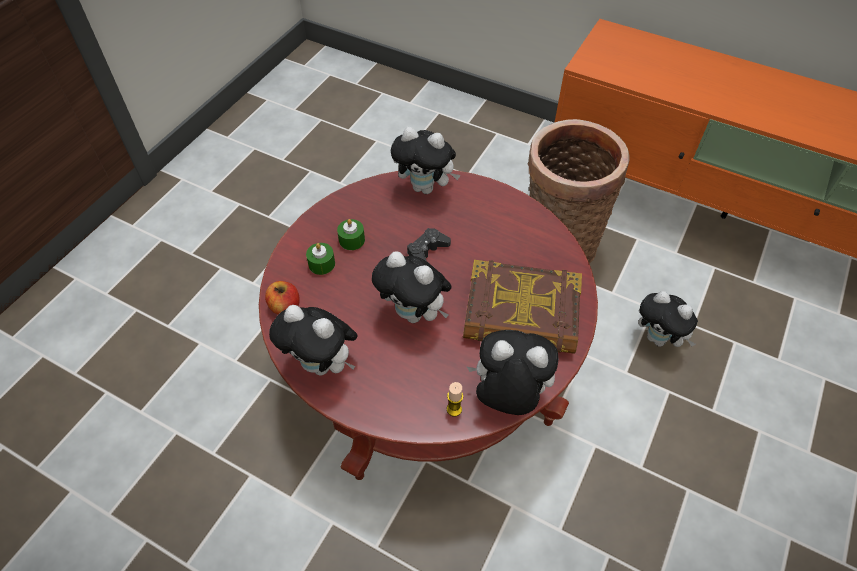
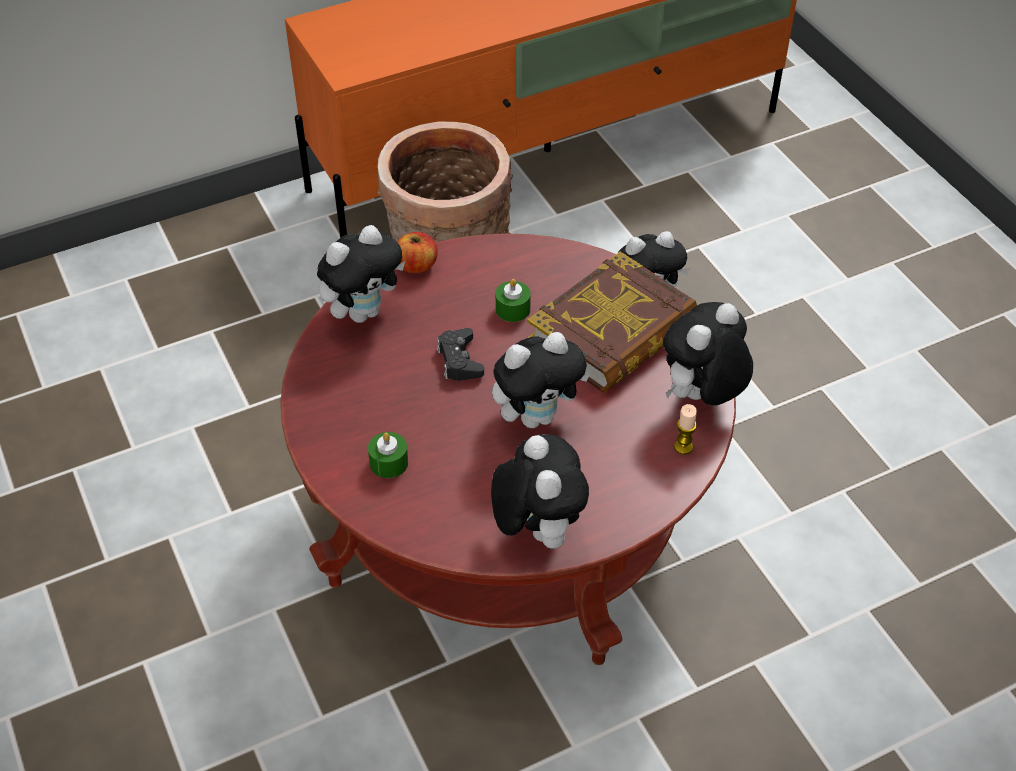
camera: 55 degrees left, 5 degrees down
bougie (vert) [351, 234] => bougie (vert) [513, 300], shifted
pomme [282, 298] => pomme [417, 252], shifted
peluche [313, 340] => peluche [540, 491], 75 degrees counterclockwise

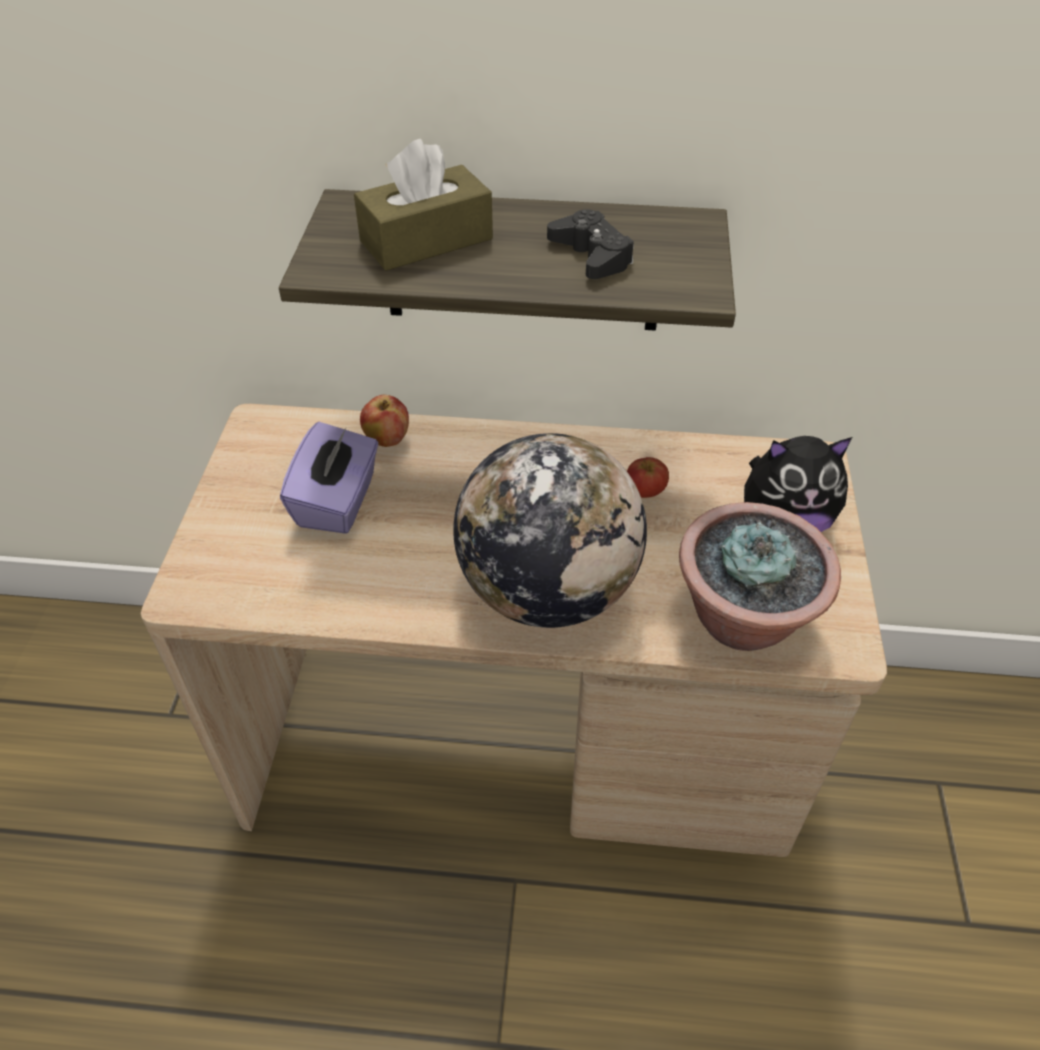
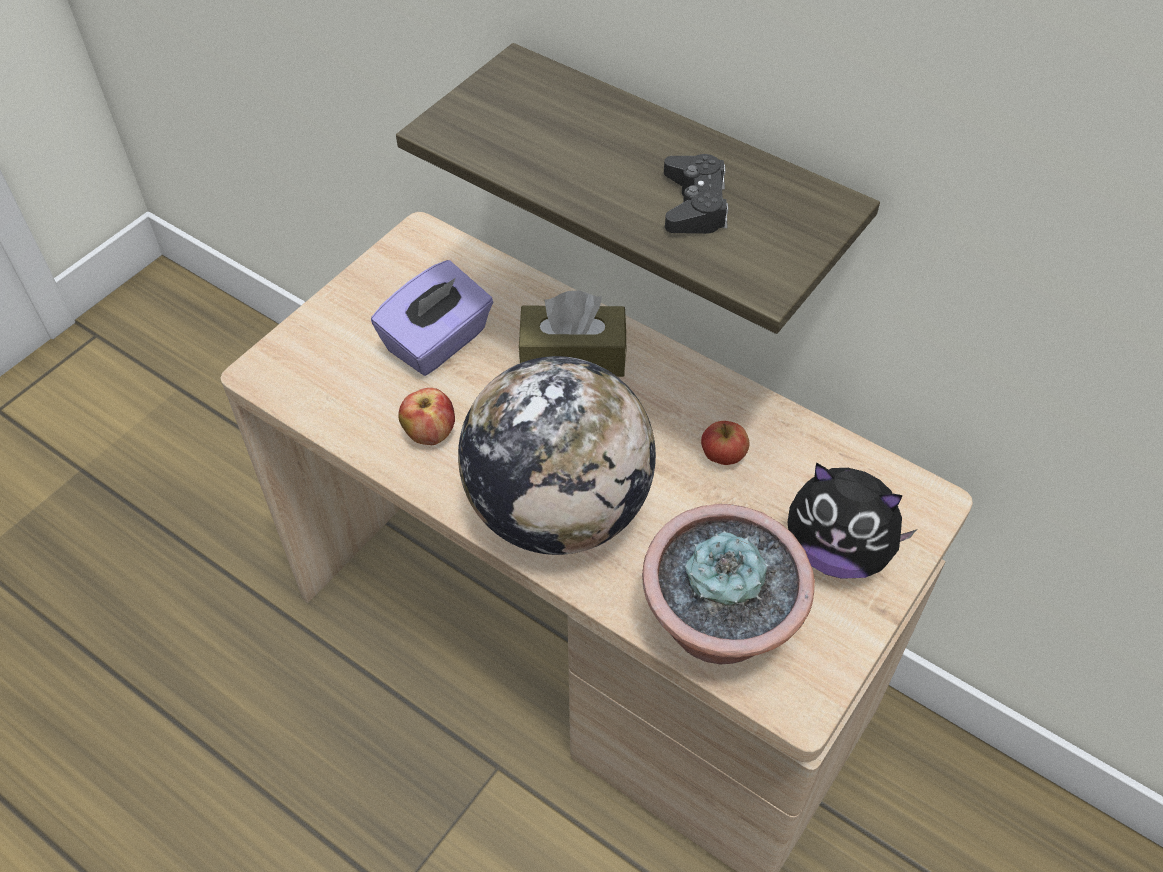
camera: 30 degrees right, 5 degrees up
boîte à mouchoirs (marron) [423, 205] => boîte à mouchoirs (marron) [573, 333], shifted
pomme [384, 421] => pomme [426, 416], shifted

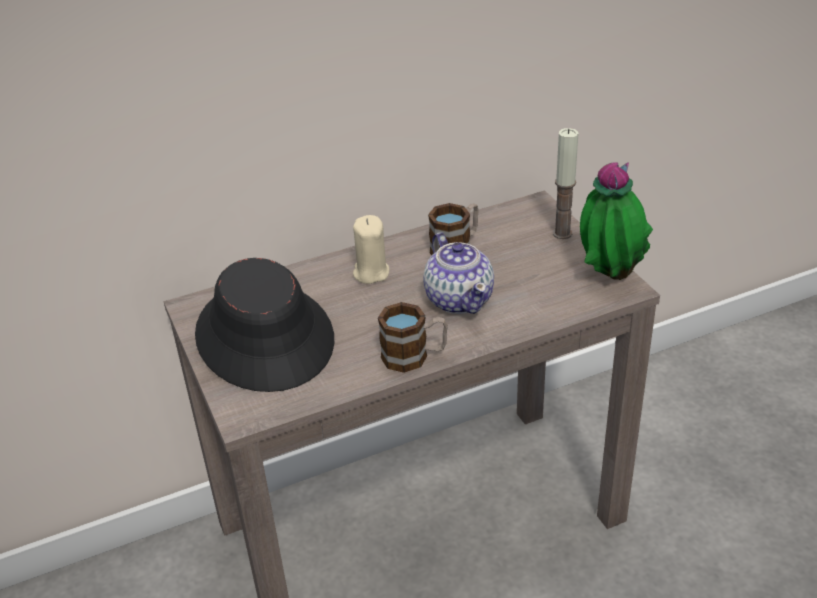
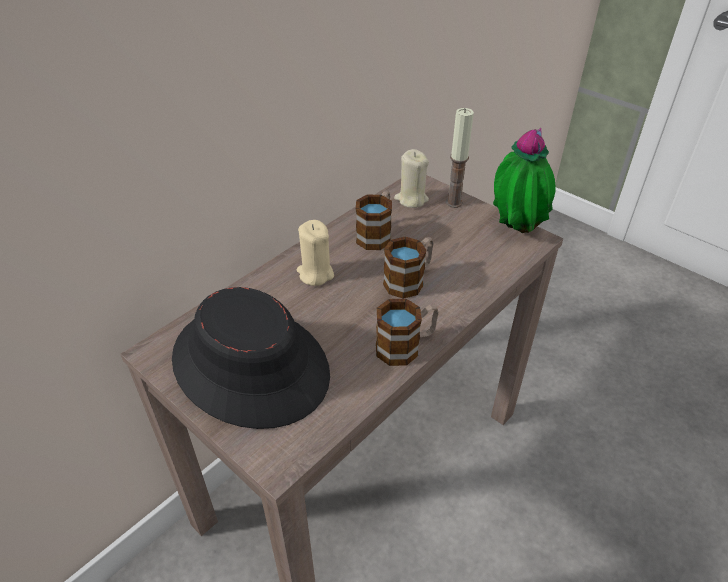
camera: 25 degrees left, 5 degrees up
théière [458, 273] => mug [408, 268]
nothing => bougie (beige) [411, 178]

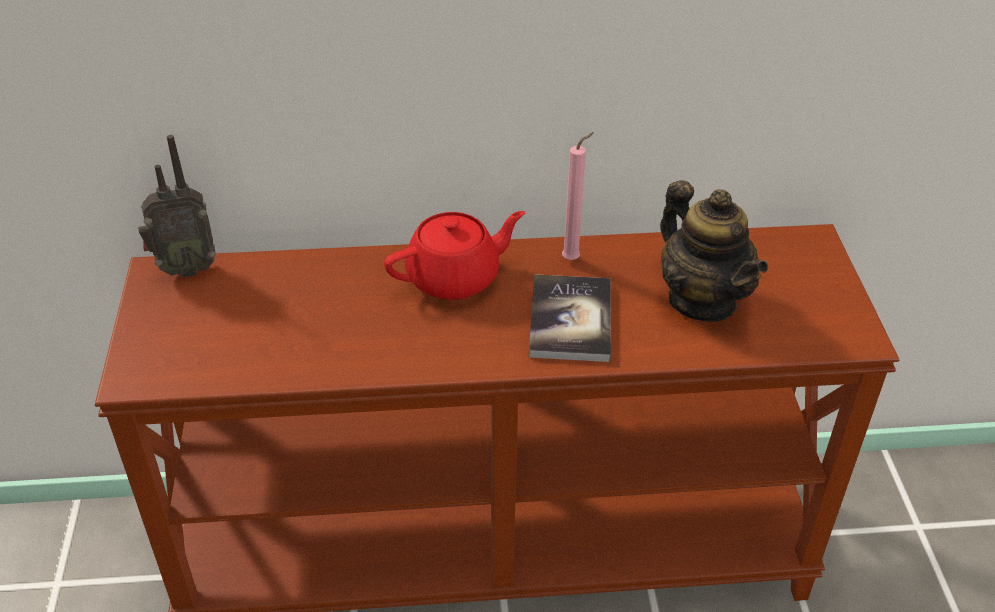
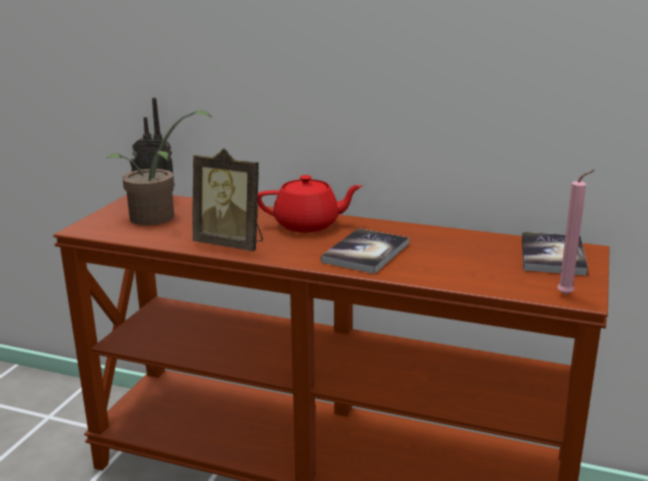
camera: 25 degrees right, 20 degrees down
bougie (rose) [578, 196] => bougie (rose) [576, 232], shifted
théière [714, 251] => nothing
nothing => plante en pot [158, 167]
nothing => cadre photo [227, 199]
nothing => livre [555, 254]

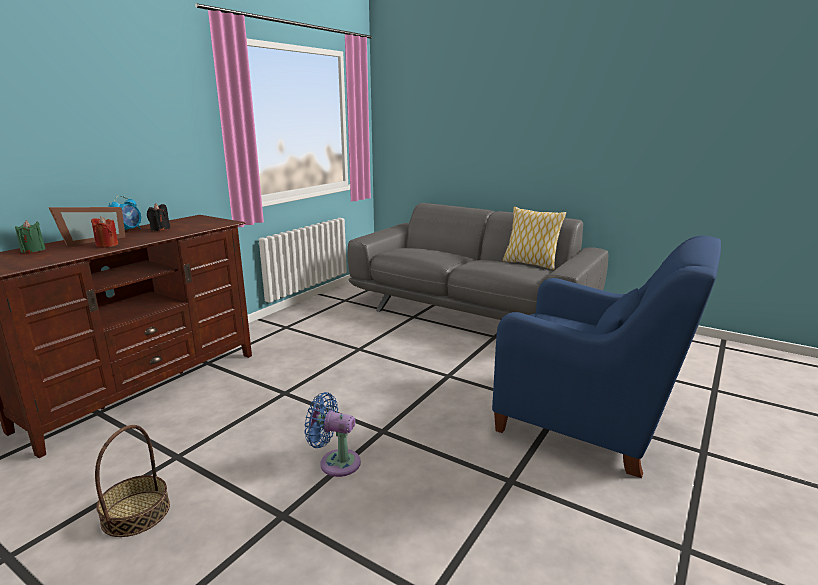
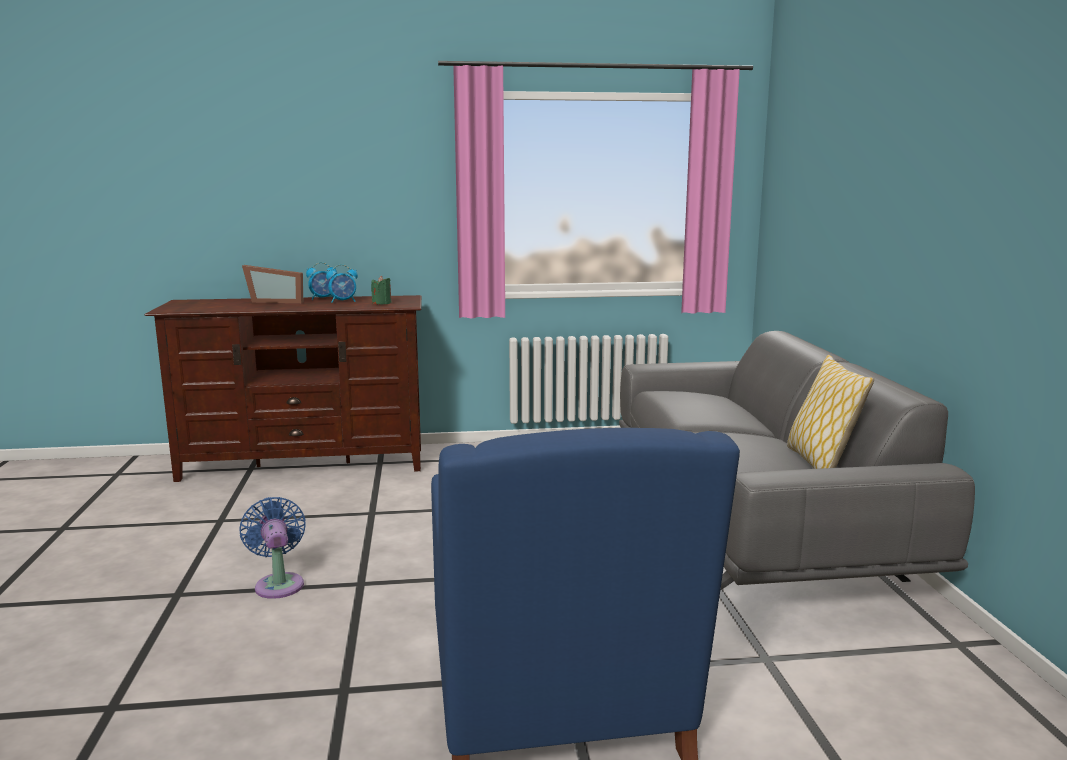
camera: 50 degrees right, 5 degrees down
bougie (noir) [158, 217] => réveil [342, 283]
bougie (rouge) [104, 232] => nothing
bougie (vert) [30, 236] => bougie (vert) [381, 290], shifted
panier [132, 481] => nothing

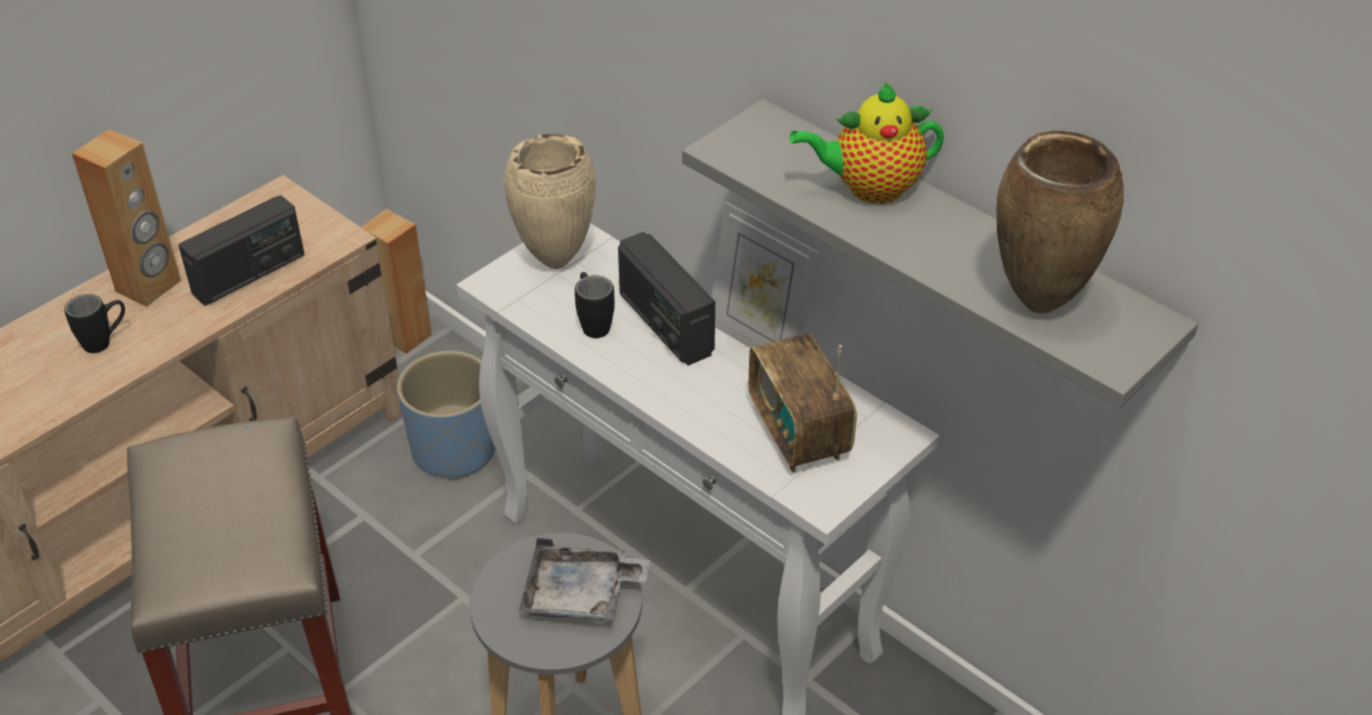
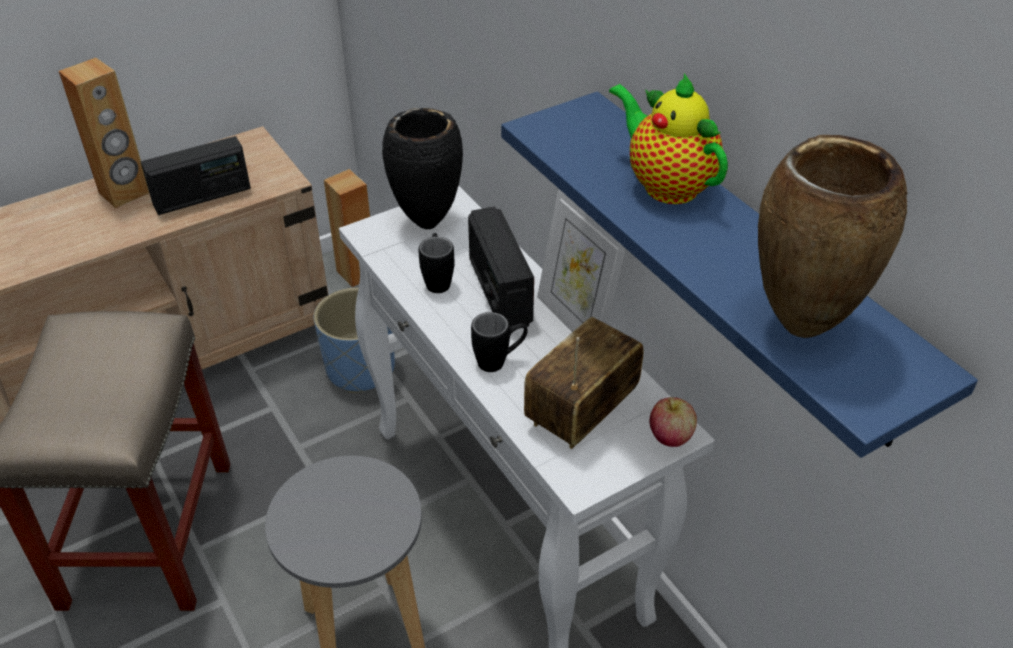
camera: 15 degrees right, 0 degrees up
théière [867, 142] => théière [668, 138], 45 degrees clockwise
étagère (gris) [940, 253] => étagère (bleu) [739, 275]
vase (beige) [549, 201] => vase (noir) [422, 168]
mug (noir) [94, 323] => mug (noir) [499, 342], shifted
radio [802, 403] => radio [584, 383], 45 degrees clockwise
plateau (gris) [584, 579] => nothing
nothing => pomme [673, 422]

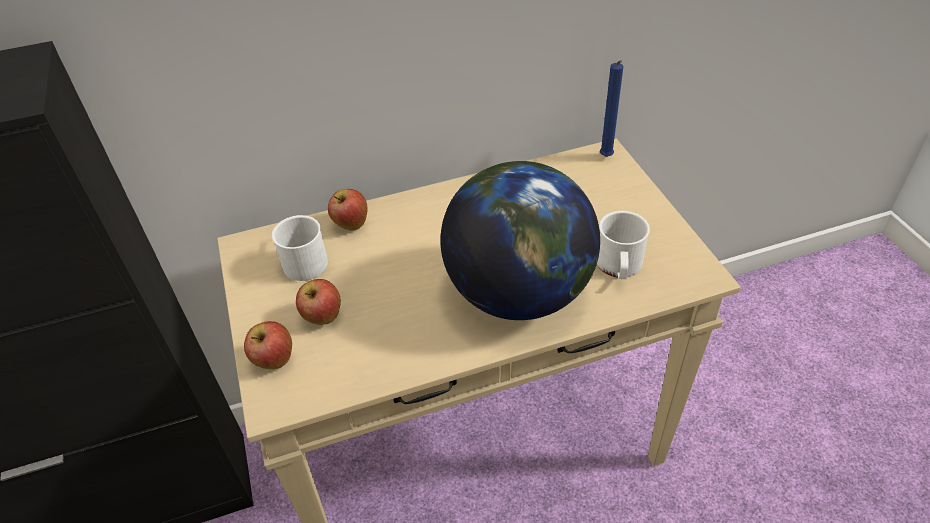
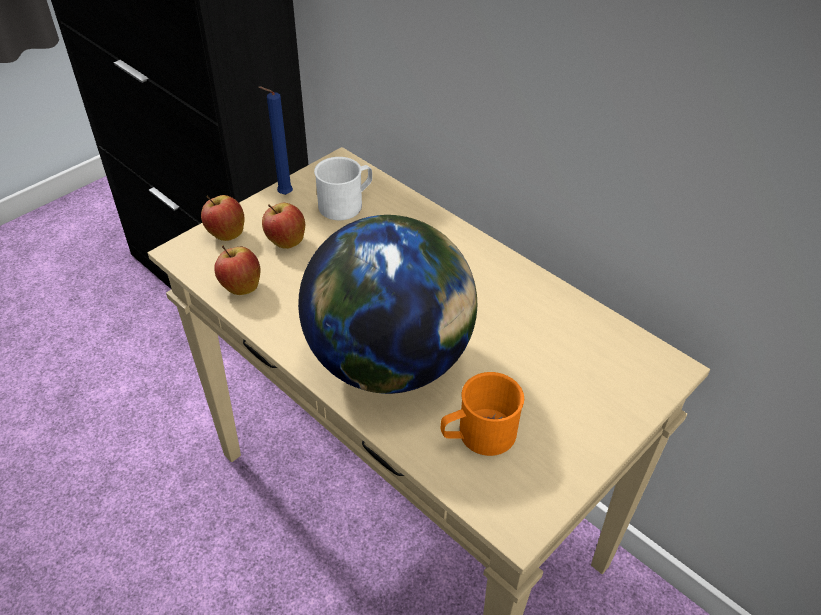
camera: 60 degrees right, 0 degrees up
bougie (bleu) [611, 108] => bougie (bleu) [275, 140], shifted
pomme [348, 209] => pomme [237, 270], shifted
mug (blanc) [623, 245] => mug (orange) [482, 414]

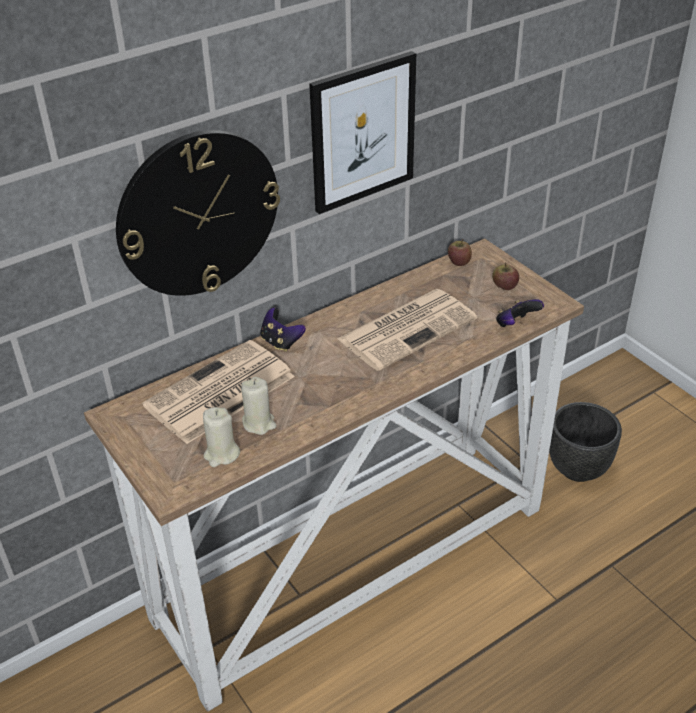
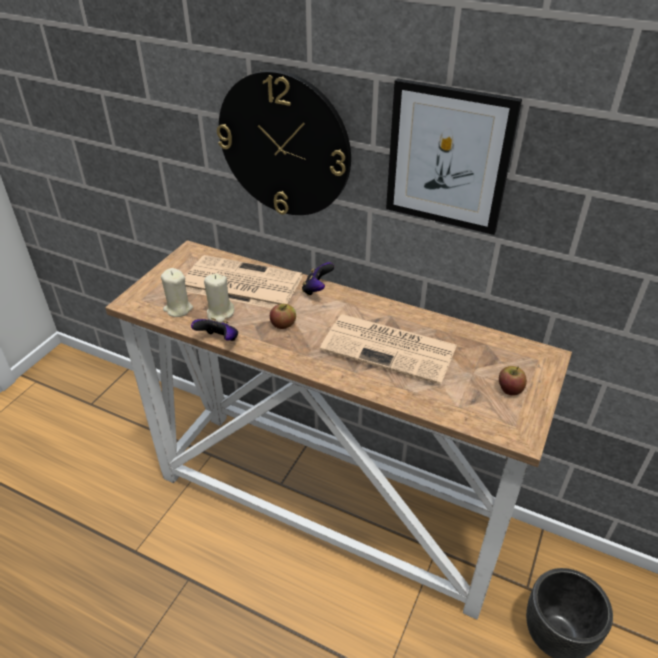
camera: 60 degrees right, 0 degrees up
pomme [460, 252] => pomme [283, 316], shifted
manette [520, 313] => manette [214, 329], shifted

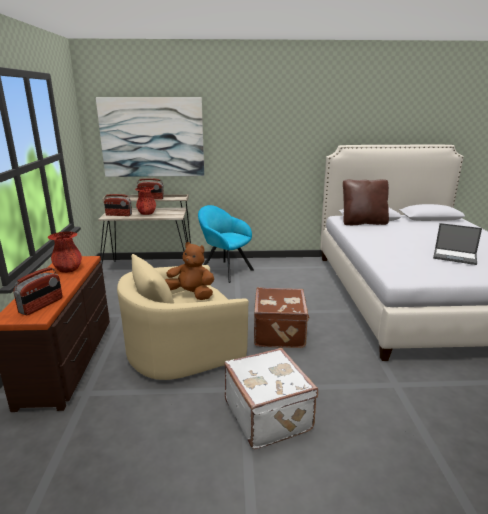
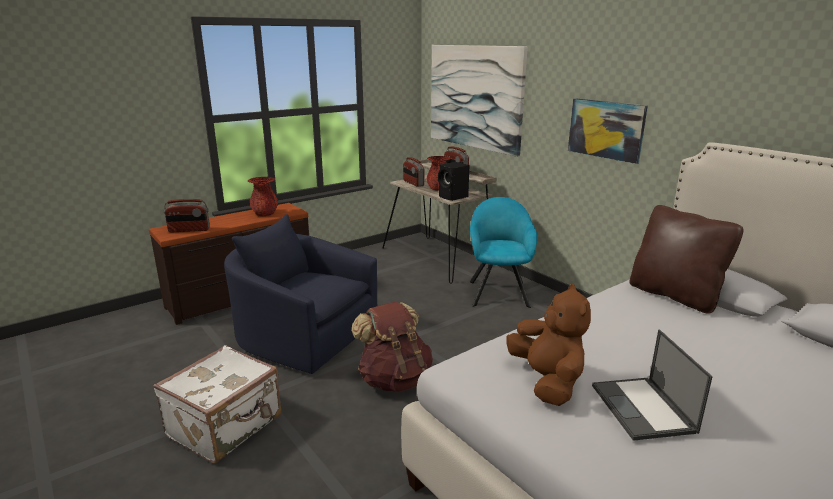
camera: 55 degrees right, 0 degrees up
peluche (marron) [189, 271] => peluche (marron) [548, 345], shifted
fauteuil (beige) [183, 317] => fauteuil (bleu) [300, 294]
valise (marron) [282, 317] => sac à dos (marron) [392, 347]
nothing => tableau [608, 131]
nothing => enceinte (noir) [453, 181]

